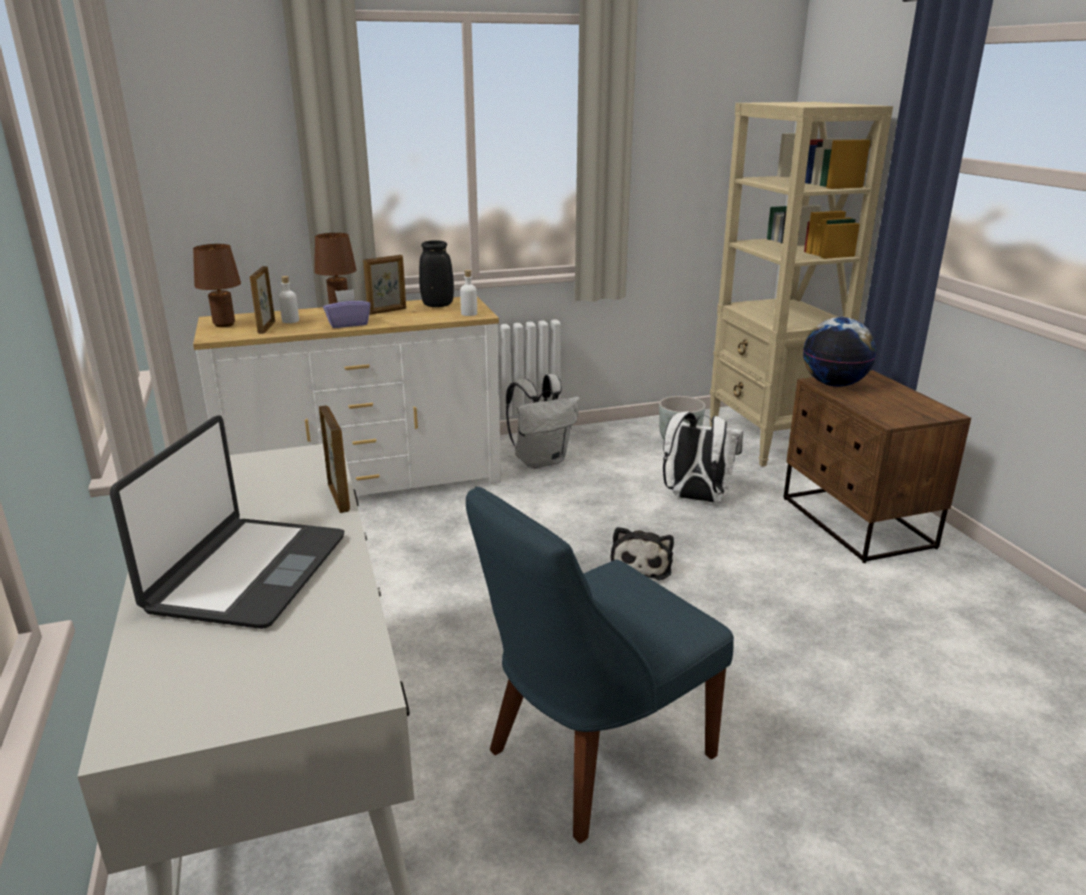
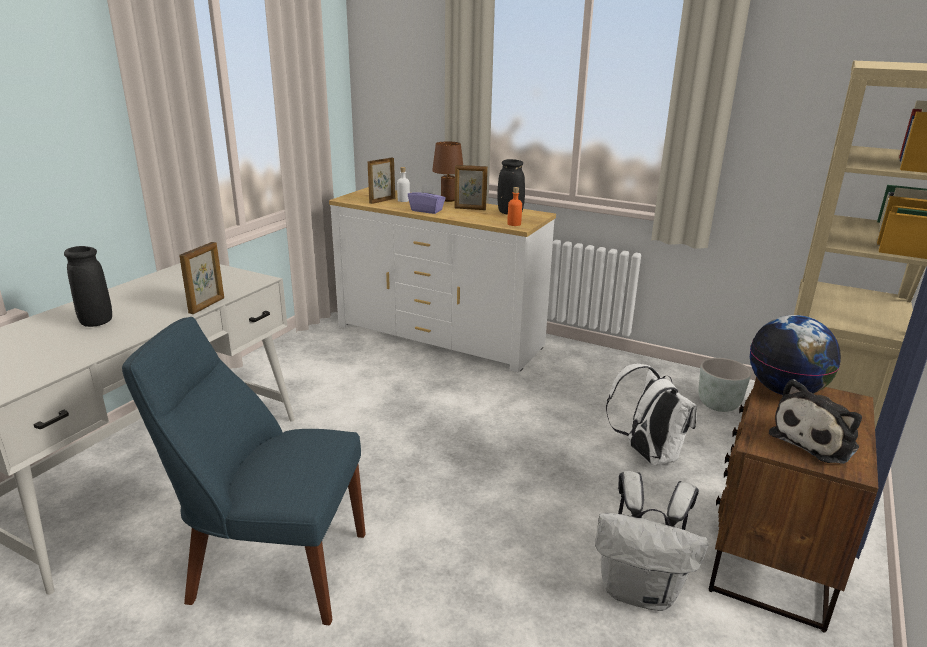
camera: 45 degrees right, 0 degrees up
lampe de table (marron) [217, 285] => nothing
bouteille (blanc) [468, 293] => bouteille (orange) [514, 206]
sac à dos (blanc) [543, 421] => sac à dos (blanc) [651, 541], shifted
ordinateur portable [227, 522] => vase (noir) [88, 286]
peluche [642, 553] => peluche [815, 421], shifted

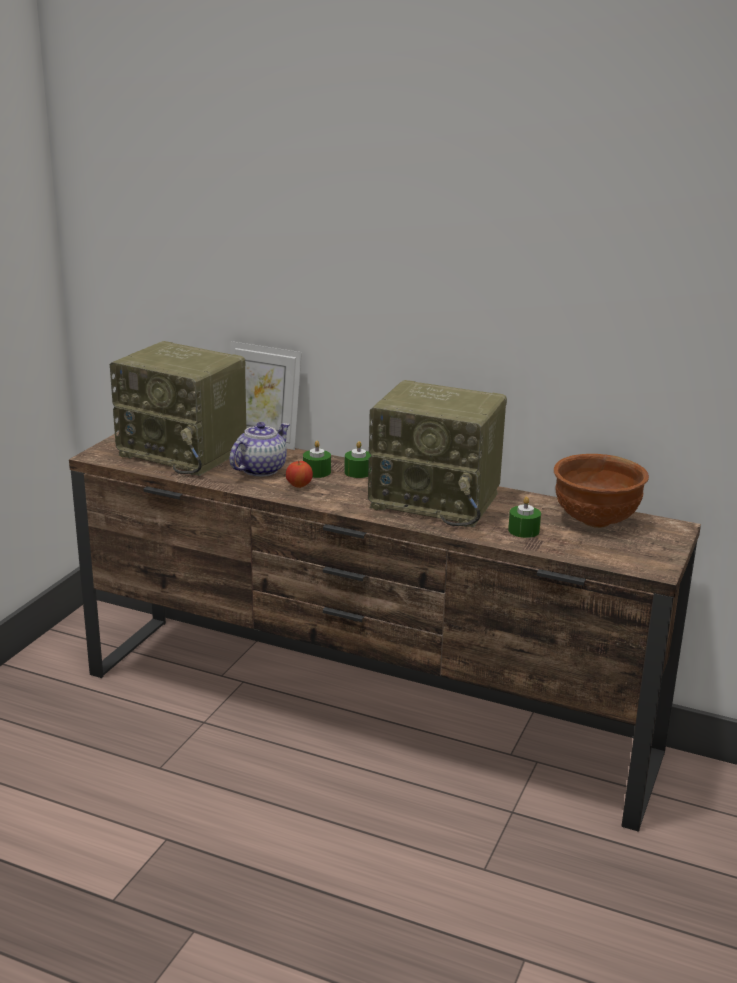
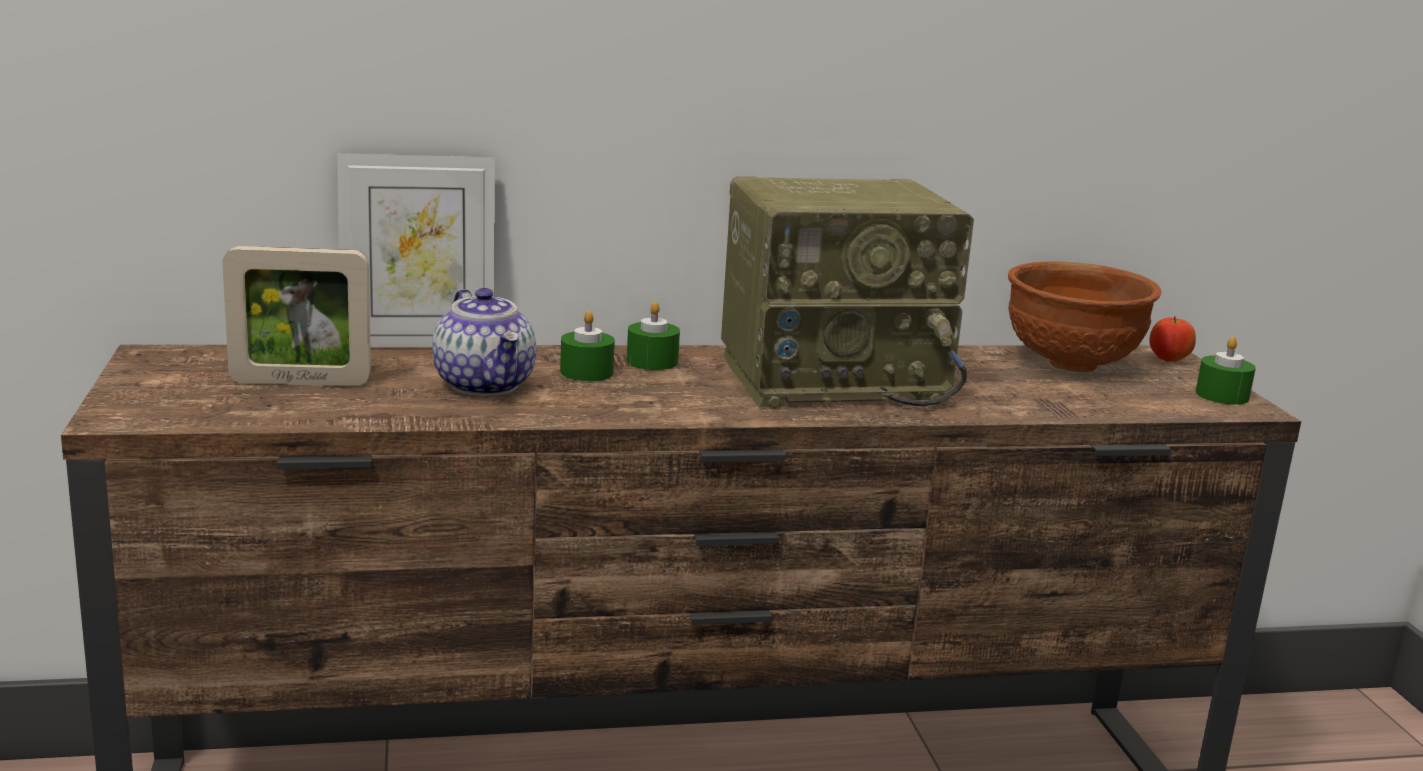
camera: 35 degrees left, 5 degrees down
radio [178, 408] => cadre photo [296, 316]
théière [260, 449] => théière [484, 342], 150 degrees clockwise
pomme [299, 474] => pomme [1172, 339], shifted
bougie (vert) [524, 517] => bougie (vert) [1226, 371], shifted

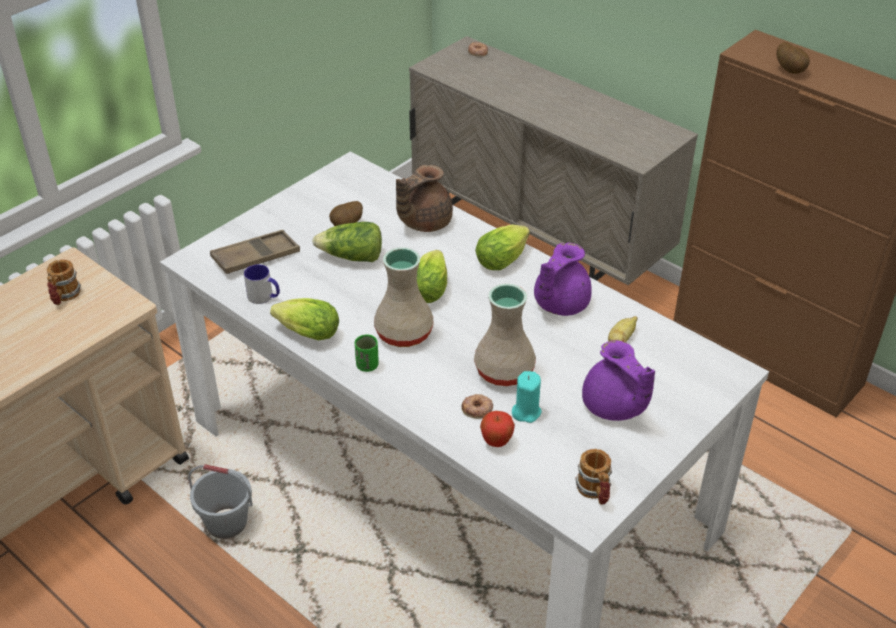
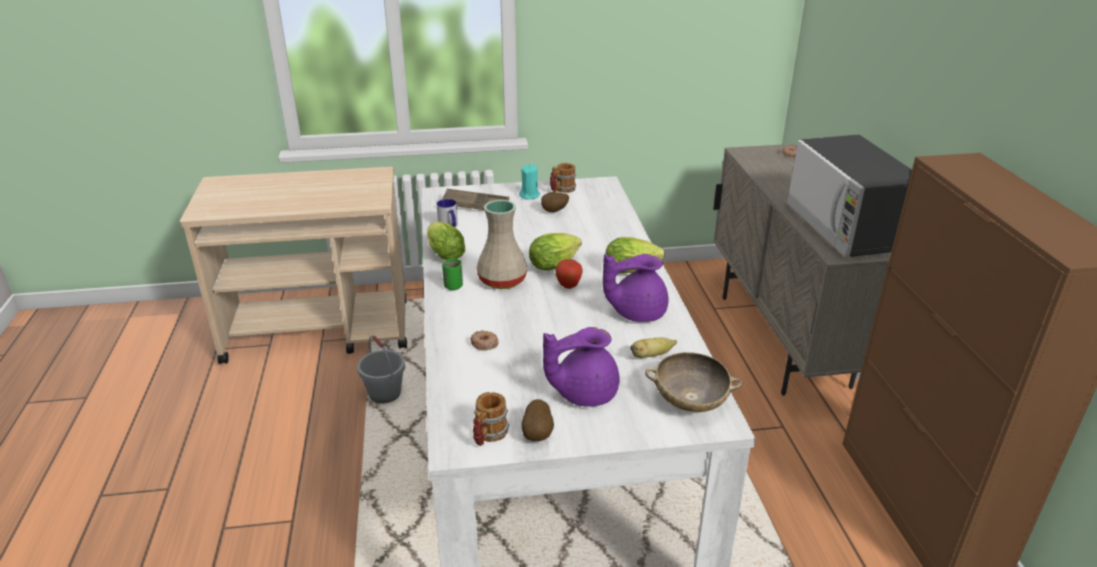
camera: 40 degrees right, 10 degrees down
pomme de terre [793, 58] => pomme de terre [538, 420], shifted
théière (marron) [424, 198] => nothing
laitue [347, 242] => nothing
mug [64, 282] => mug [563, 178], shifted
vase (beige) [505, 334] => nothing
théière (violet) [618, 380] => théière (violet) [581, 367], 60 degrees clockwise
bougie (turquoise) [527, 397] => bougie (turquoise) [529, 181], shifted
pomme [497, 429] => pomme [569, 274], shifted
nothing => micro-ondes [849, 196]
nothing => bol (beige) [694, 382]

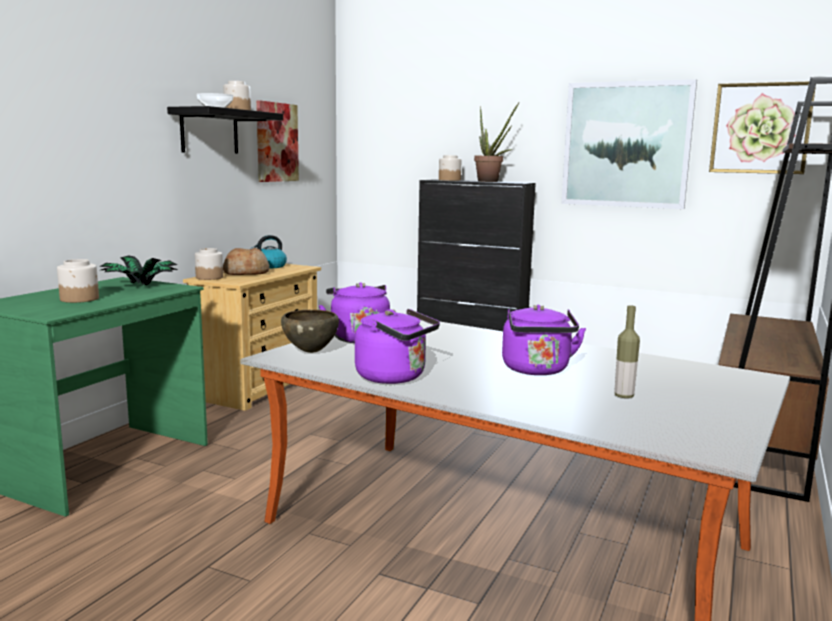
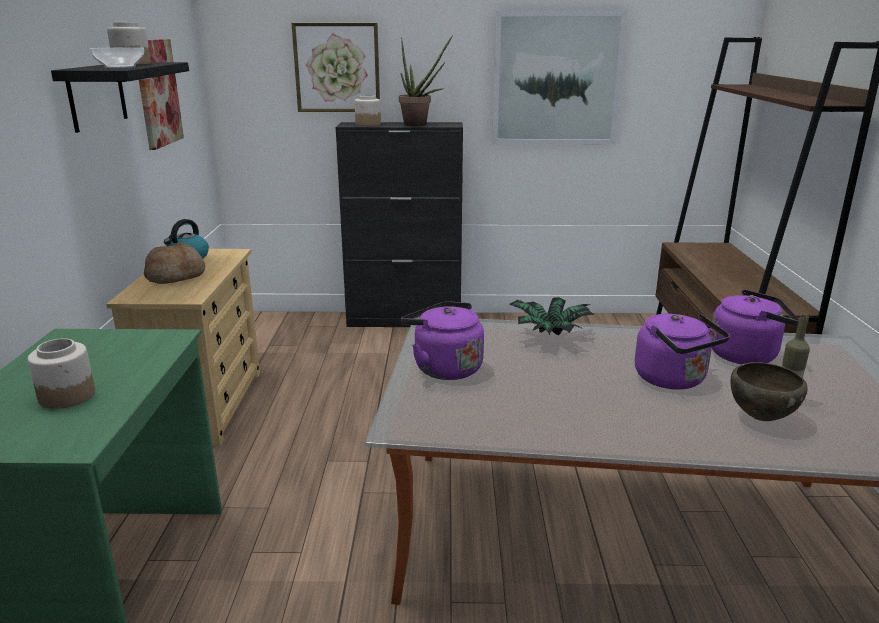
camera: 25 degrees left, 10 degrees up
tableau [762, 128] => tableau [335, 67], shifted
bocal [209, 264] => nothing
plante en pot [138, 271] => plante en pot [551, 316], shifted
bouilloire (violet) [397, 346] => bouilloire (violet) [754, 326], shifted
bol (marron) [310, 331] => bol (marron) [769, 391], shifted

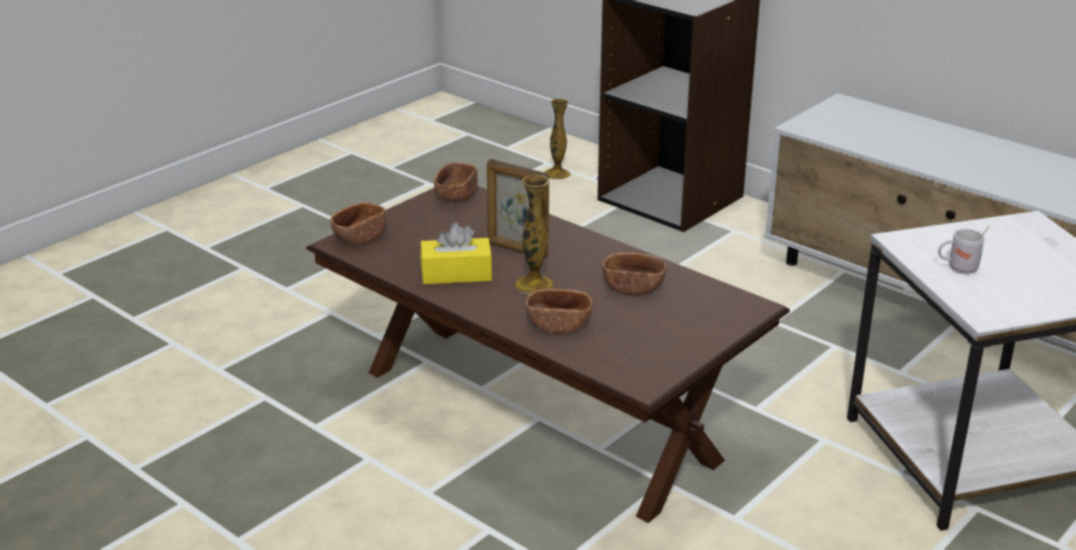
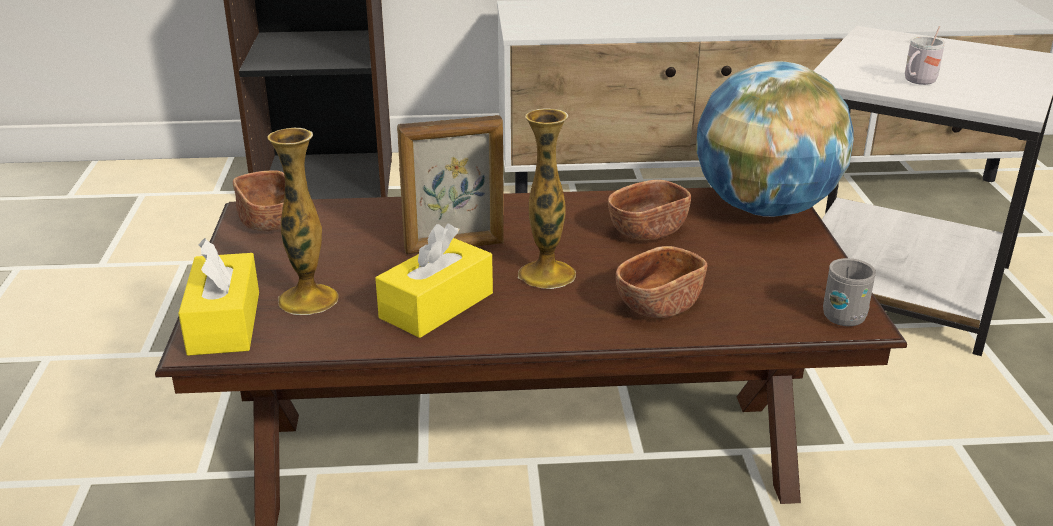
camera: 45 degrees left, 0 degrees up
vase [557, 139] => vase [302, 221], shifted
bol (marron) [358, 223] => boîte à mouchoirs (jaune) [218, 297]
nothing => globe [775, 139]
nothing => mug (gris) [849, 292]

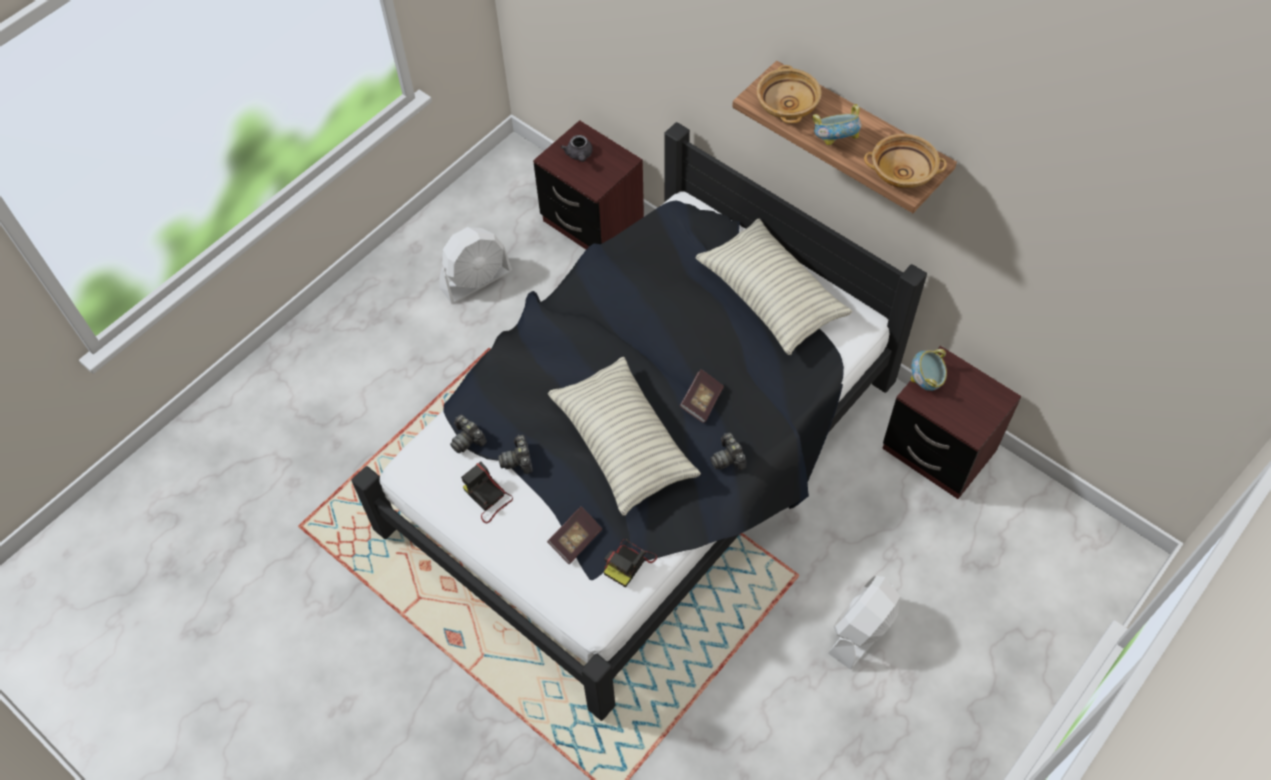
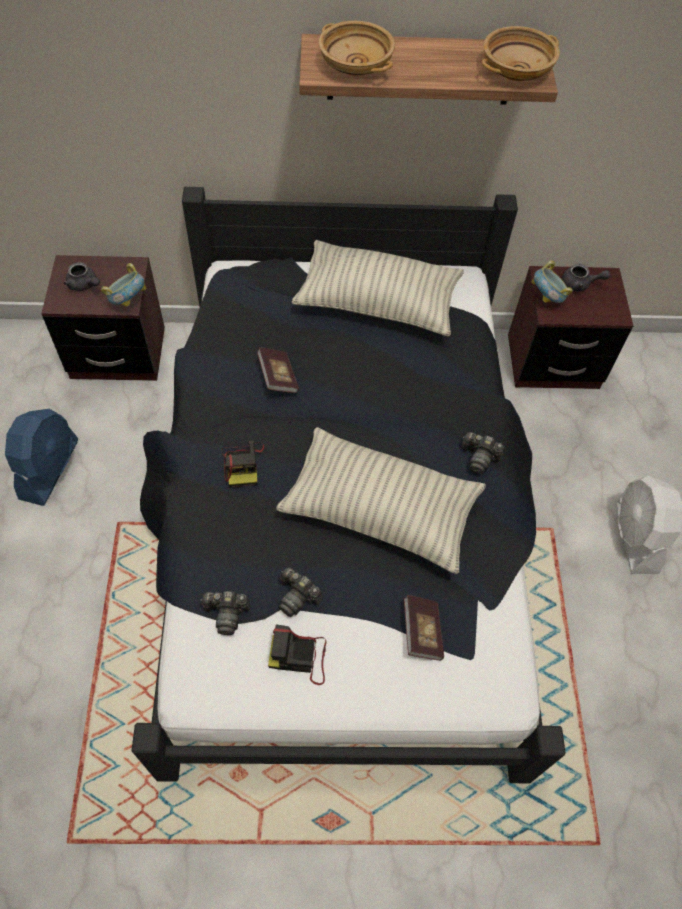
camera: 45 degrees left, 0 degrees up
bol [836, 124] => bol [123, 285], shifted
ventilateur (blanc) [475, 265] => ventilateur (bleu) [41, 457]
livre [702, 396] => livre [278, 370], shifted
appareil photo [630, 563] => appareil photo [243, 464], shifted
nothing => théière (gris) [586, 278]

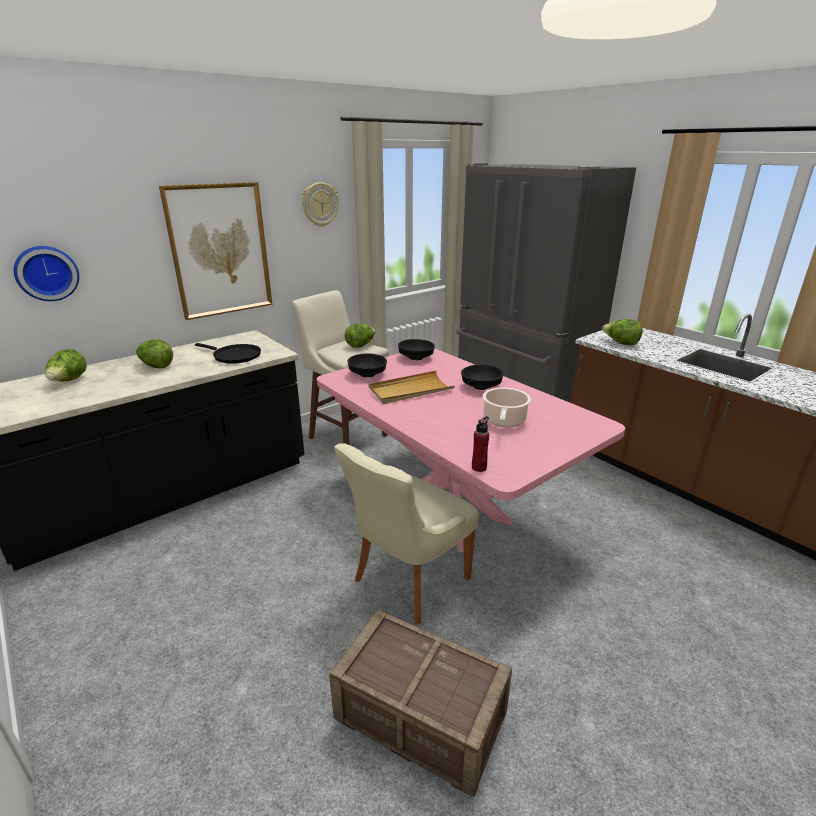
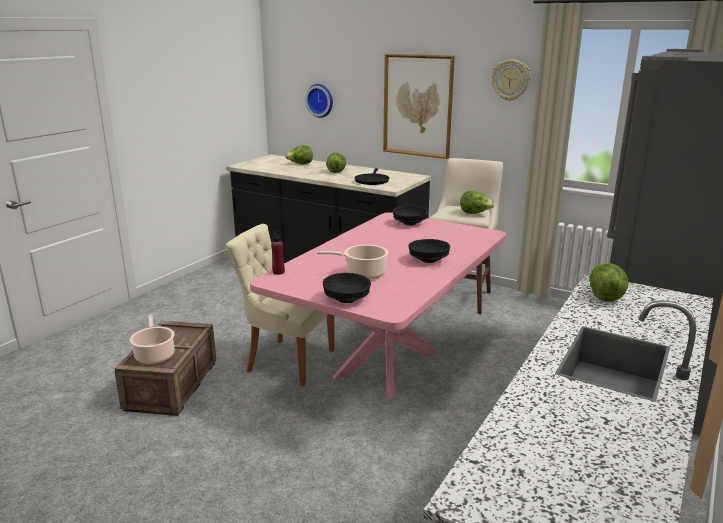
camera: 70 degrees right, 5 degrees down
bol (noir) [416, 349] => bol (noir) [347, 288], shifted
plateau (beige) [412, 387] => nothing
nothing => marmite [152, 339]

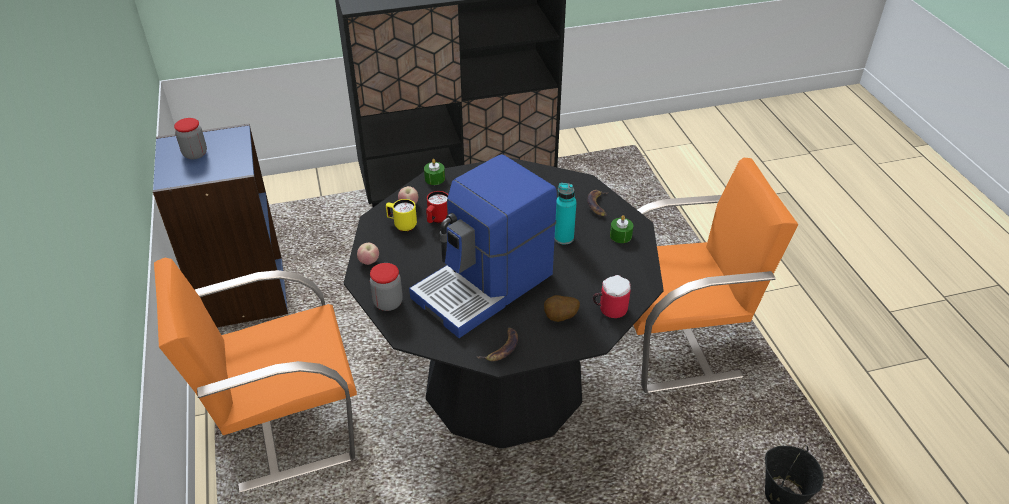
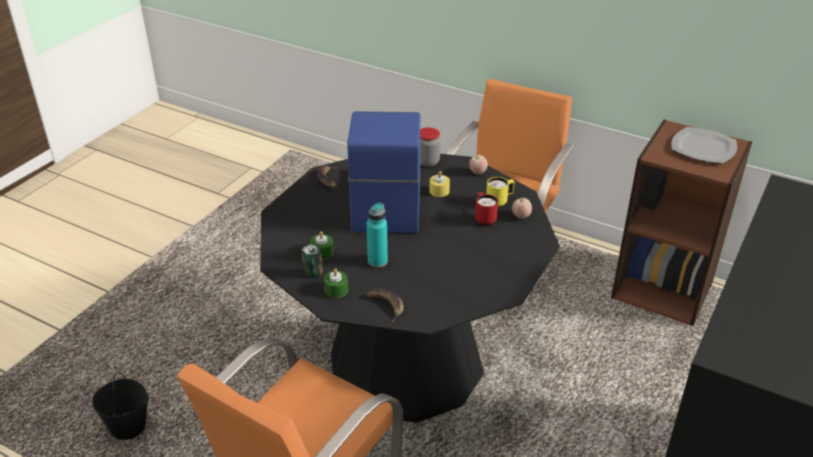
camera: 135 degrees right, 5 degrees down
bocal [190, 138] => assiette [704, 145]
bibliothèque (bleu) [220, 226] => bibliothèque (marron) [681, 222]
bougie (vert) [434, 172] => bougie (vert) [322, 245], shifted
mug [612, 296] => nothing
pomme de terre [562, 308] => nothing
nothing => bougie (jaune) [439, 184]
nothing => boîte métallique [312, 261]

